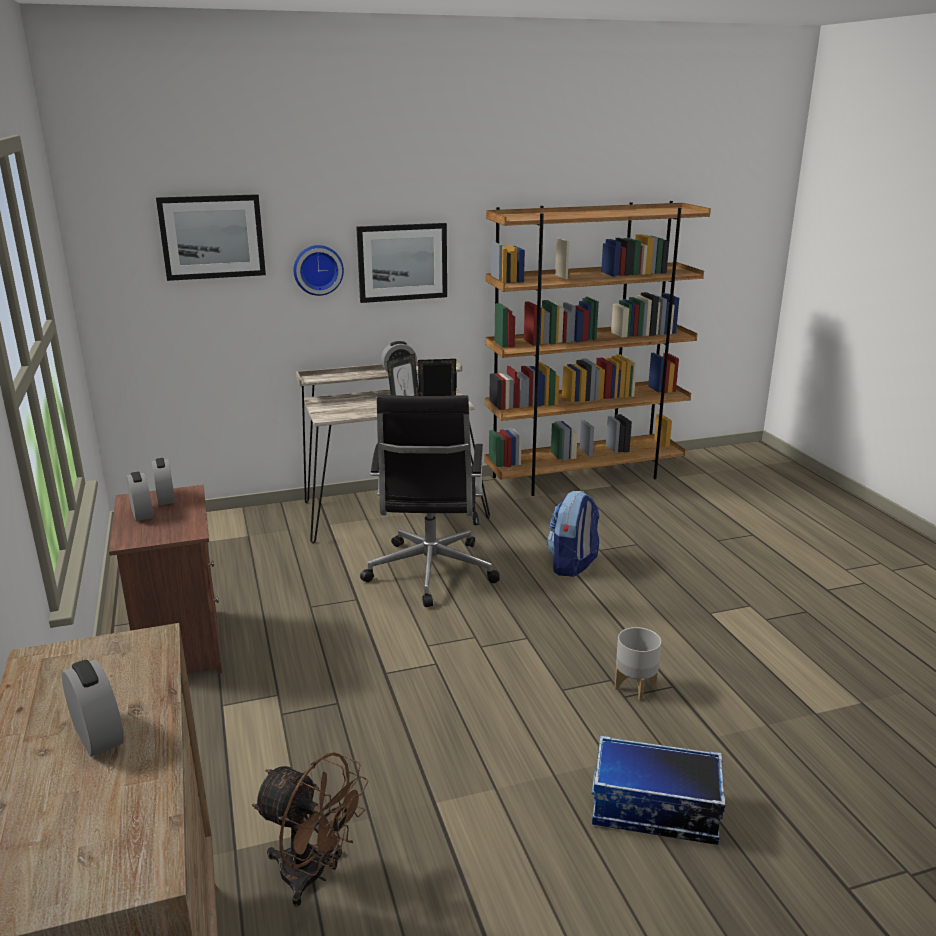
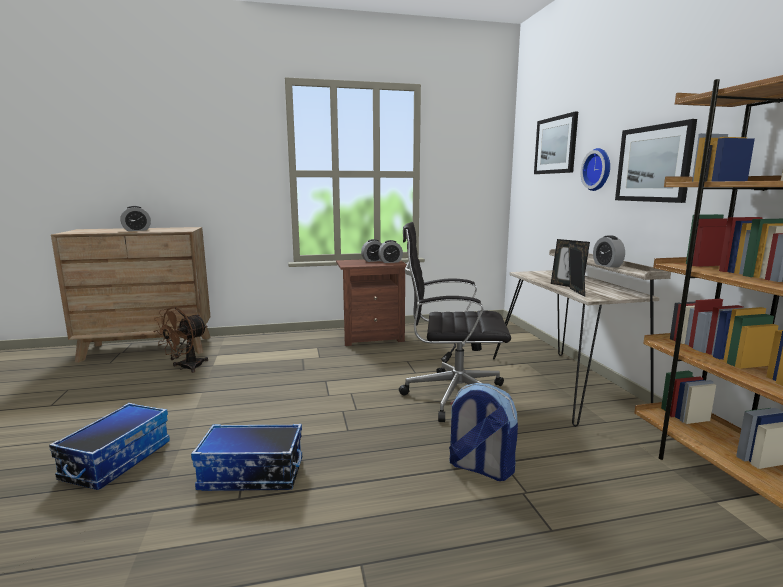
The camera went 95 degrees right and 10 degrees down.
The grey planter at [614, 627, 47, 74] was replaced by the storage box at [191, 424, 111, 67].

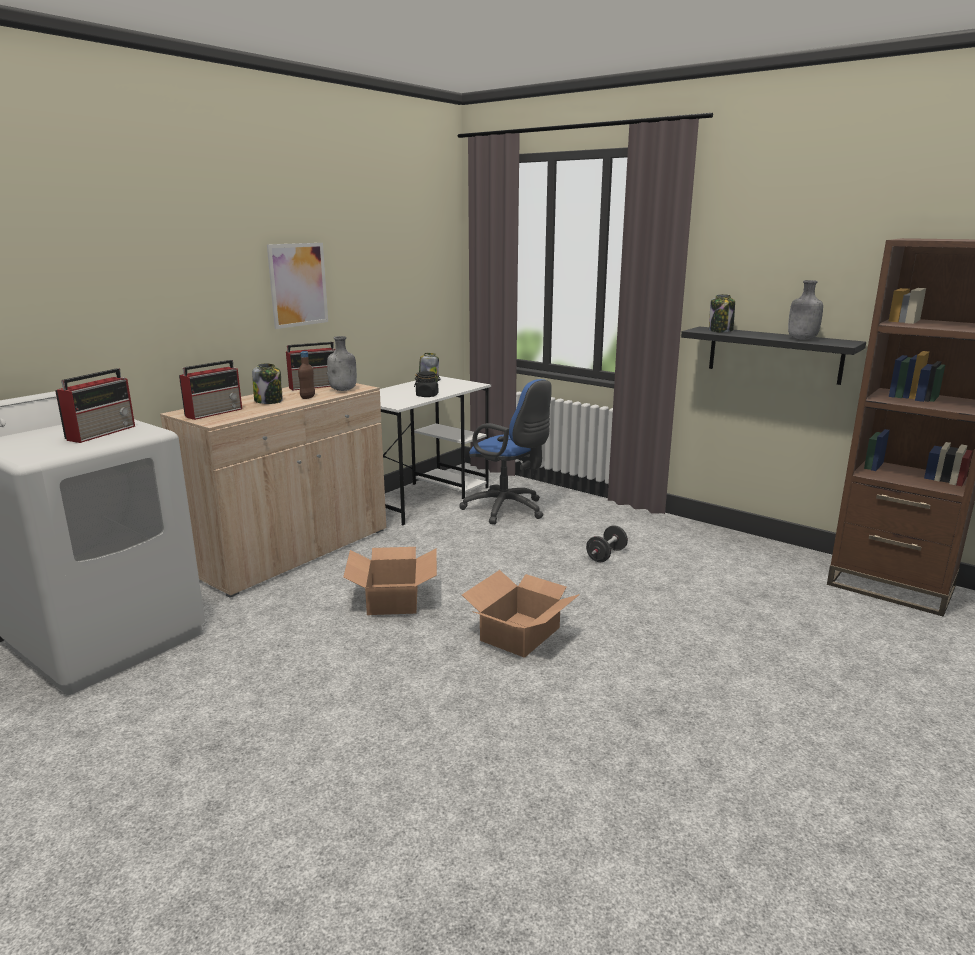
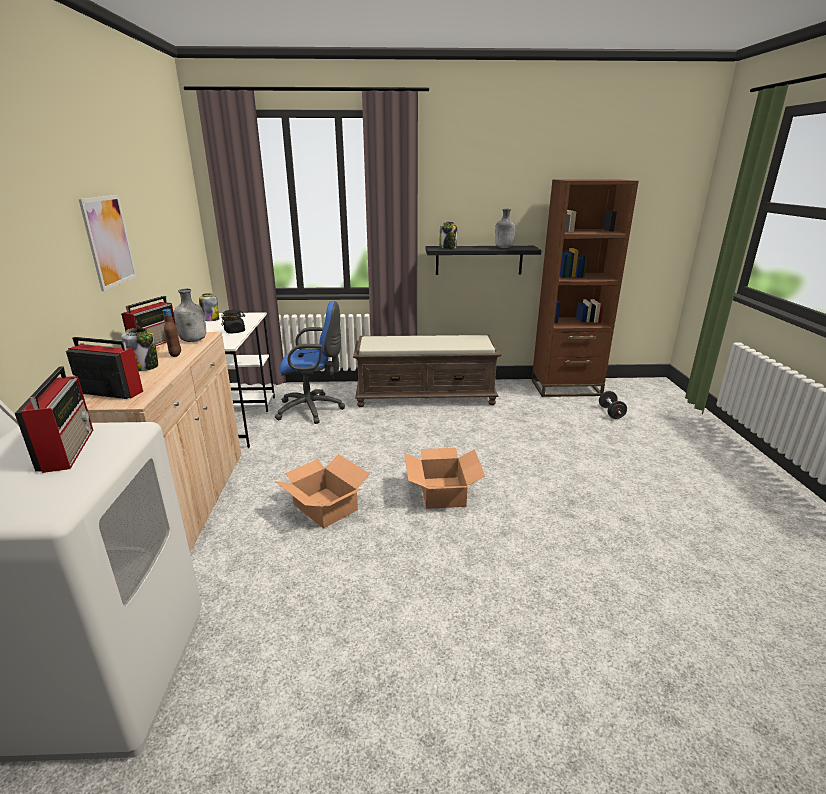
The camera went 40 degrees left and 5 degrees up.
The brown bench at [353, 335, 148, 72] appeared.
The black dumbbell moved from [586, 525, 42, 37] to [599, 391, 28, 28].
The radio at [179, 360, 63, 60] turned 75 degrees counterclockwise.

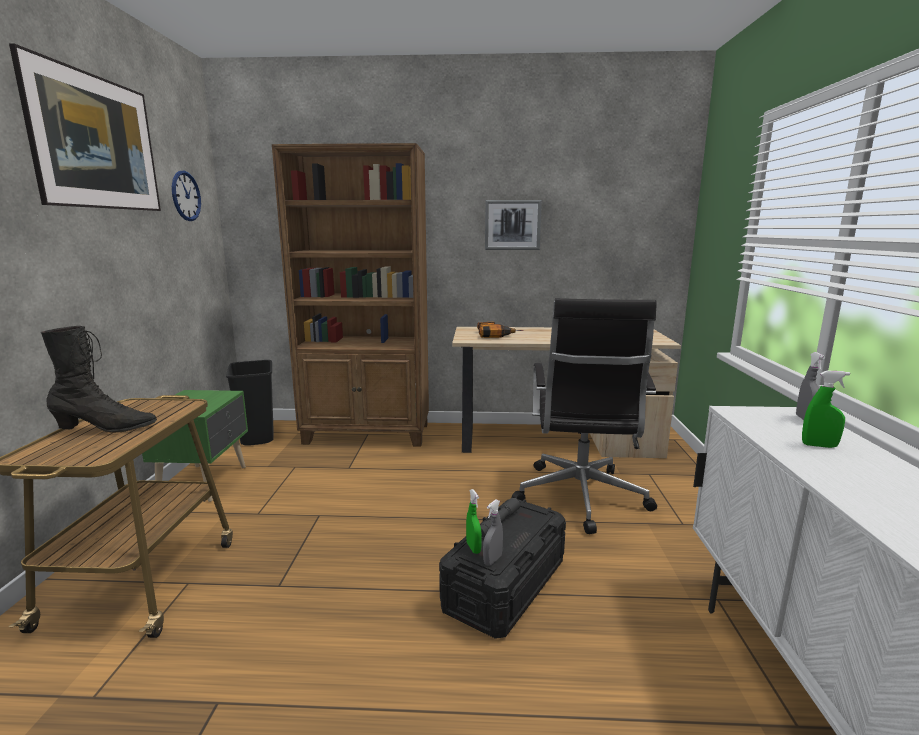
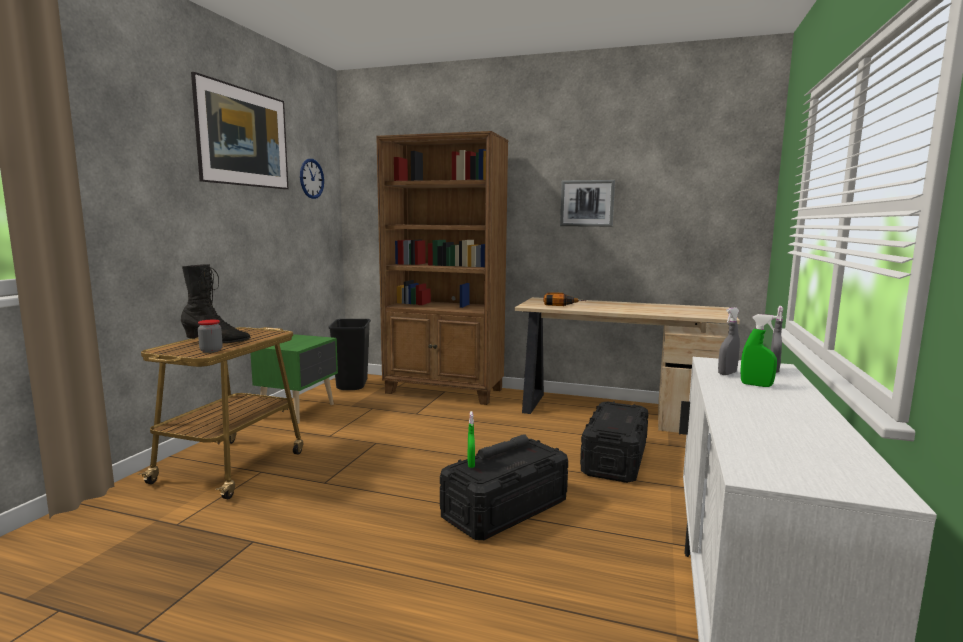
The camera went 15 degrees right and 5 degrees down.
The jar at [198, 320, 25, 33] appeared.
The grey spray bottle moved from [483, 499, 20, 67] to [718, 307, 22, 68].
The black office chair at [512, 298, 145, 236] was replaced by the black storage box at [580, 402, 69, 81].

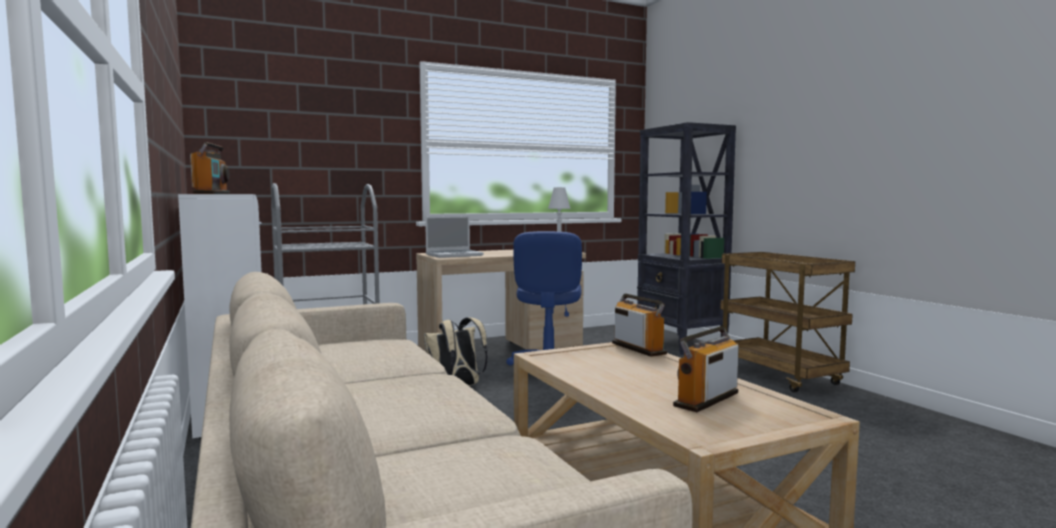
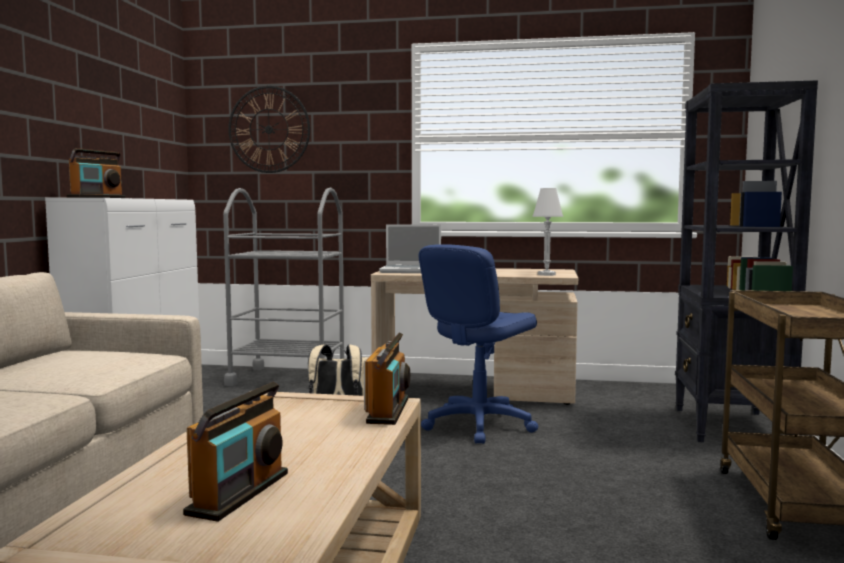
The camera went 35 degrees right and 0 degrees up.
The wall clock at [228, 86, 82, 87] appeared.
The radio at [673, 326, 66, 86] turned 120 degrees clockwise.

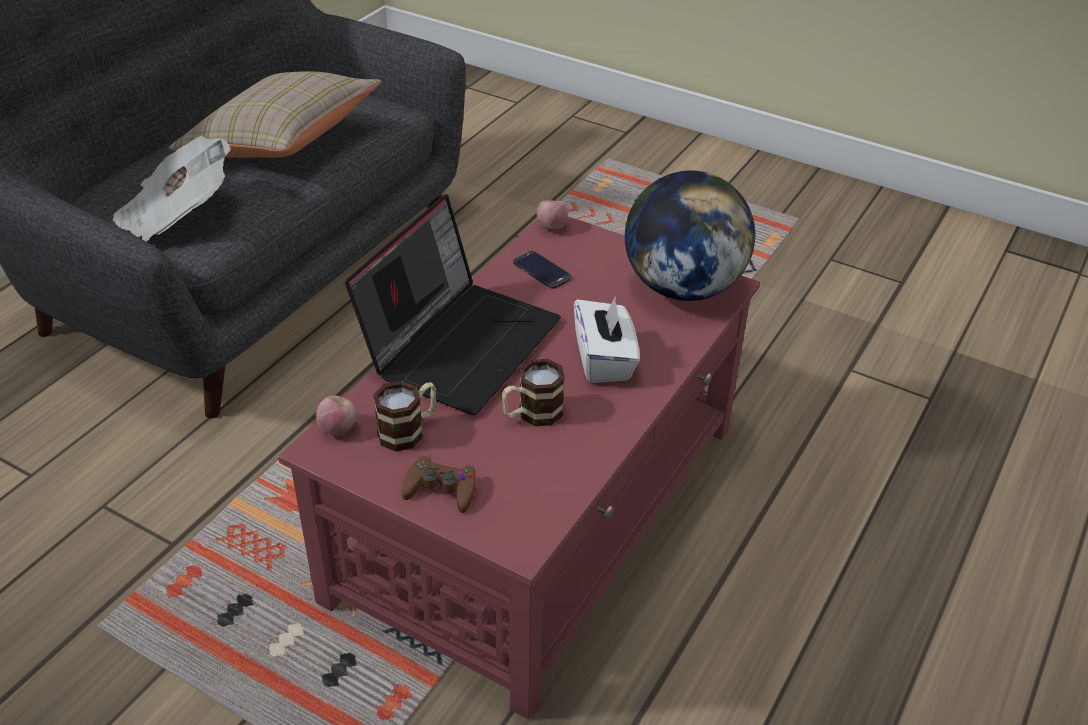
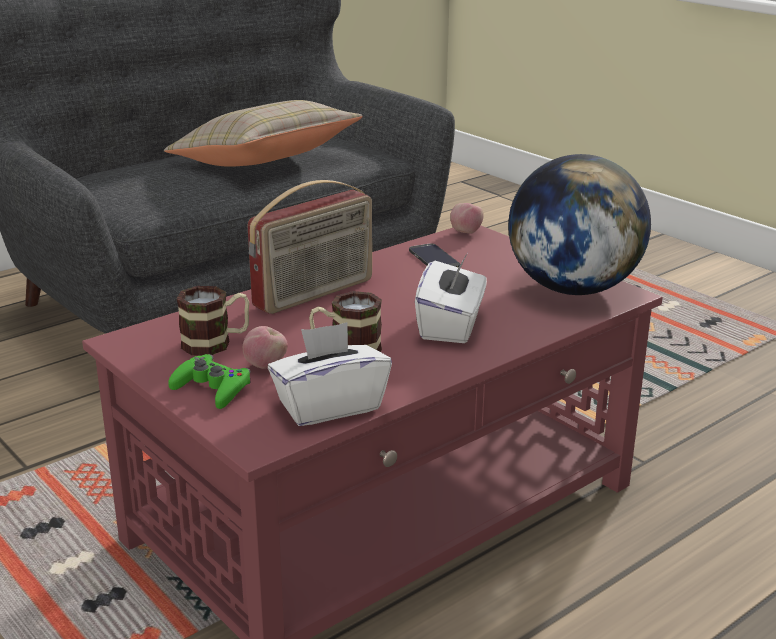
The camera went 20 degrees right and 15 degrees down.
The newspaper at [113, 136, 118, 106] disappeared.
The white tissue box at [268, 322, 124, 104] appeared.
The apple moved from [316, 395, 41, 41] to [243, 326, 45, 43].
The laptop at [345, 194, 216, 221] was replaced by the radio at [247, 180, 125, 134].
The brown game controller at [402, 455, 74, 58] became the green game controller at [168, 354, 83, 55].

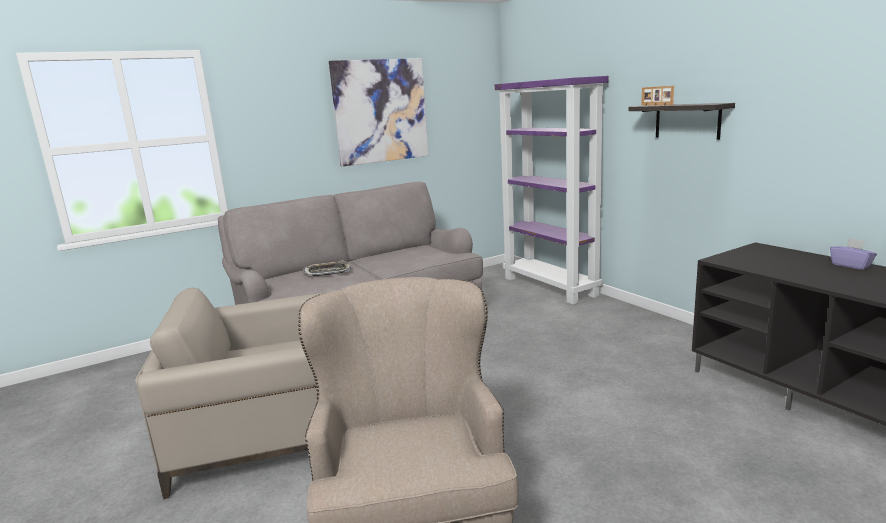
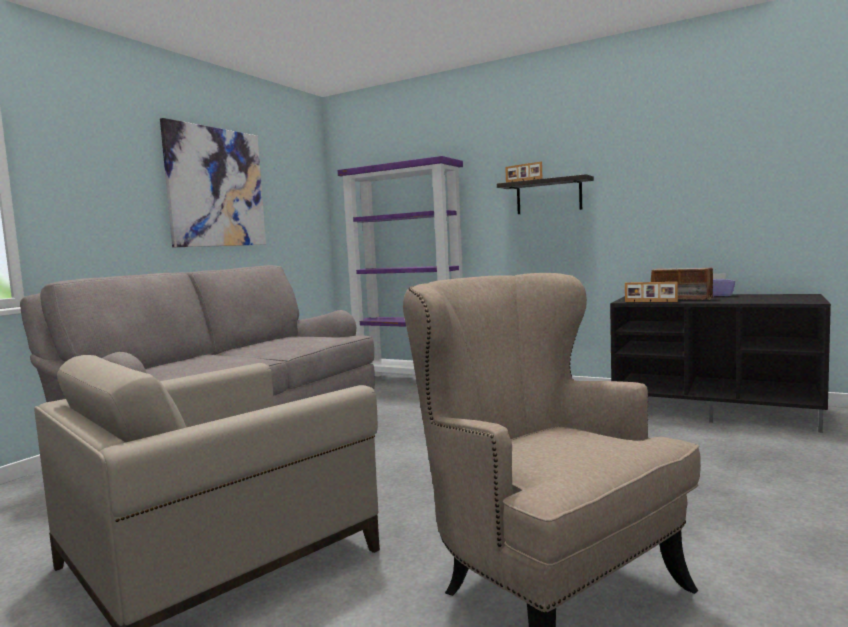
The camera went 30 degrees left and 10 degrees down.
The tray at [303, 260, 48, 16] disappeared.
The picture frame at [625, 282, 53, 20] appeared.
The radio at [651, 267, 65, 33] appeared.

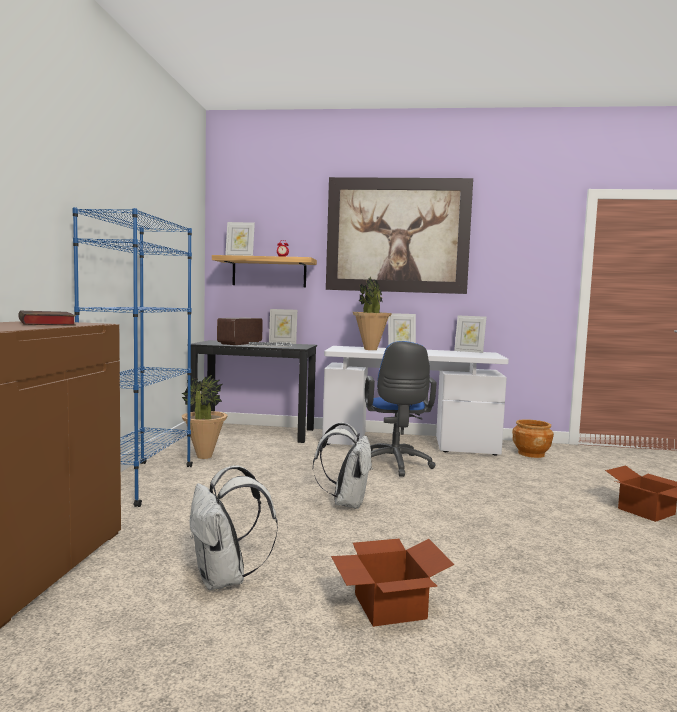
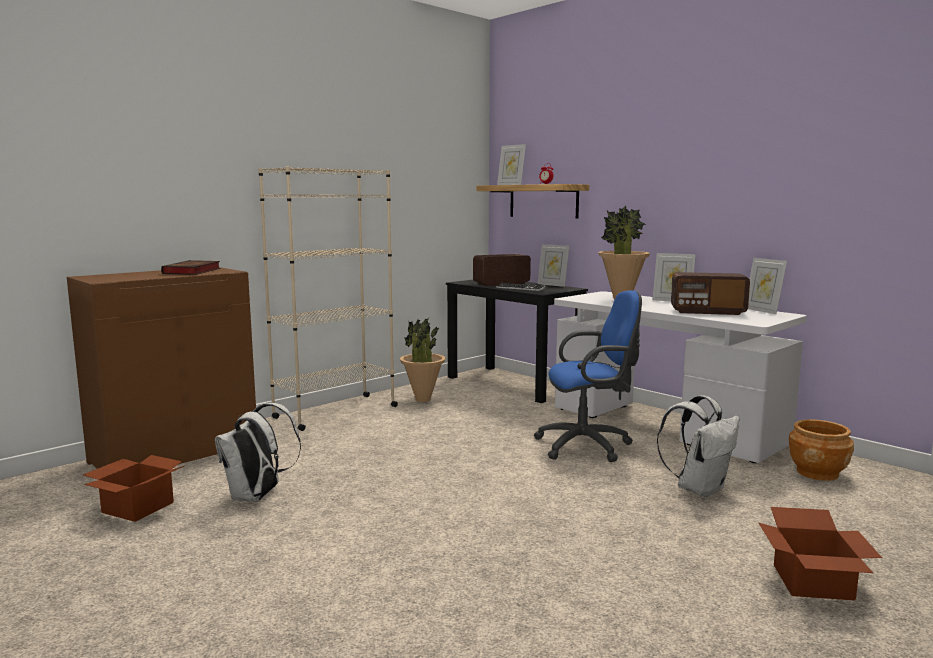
The camera went 40 degrees right and 5 degrees up.
The picture at [326, 177, 147, 117] disappeared.
The radio at [671, 272, 79, 43] appeared.
The white backpack moved from [313, 422, 60, 87] to [657, 395, 82, 103].
The cardboard box moved from [331, 539, 123, 88] to [83, 455, 103, 67].
The blue bookcase at [72, 207, 121, 300] became the beige bookcase at [258, 166, 140, 265].
The blue office chair at [365, 341, 72, 136] turned 135 degrees counterclockwise.

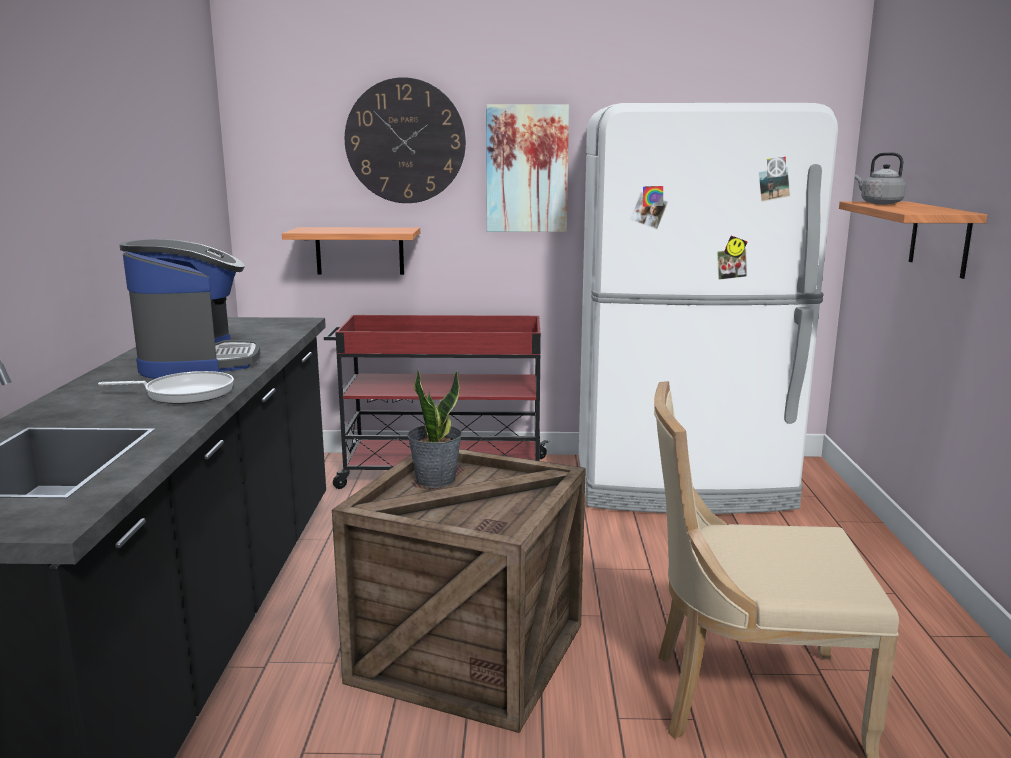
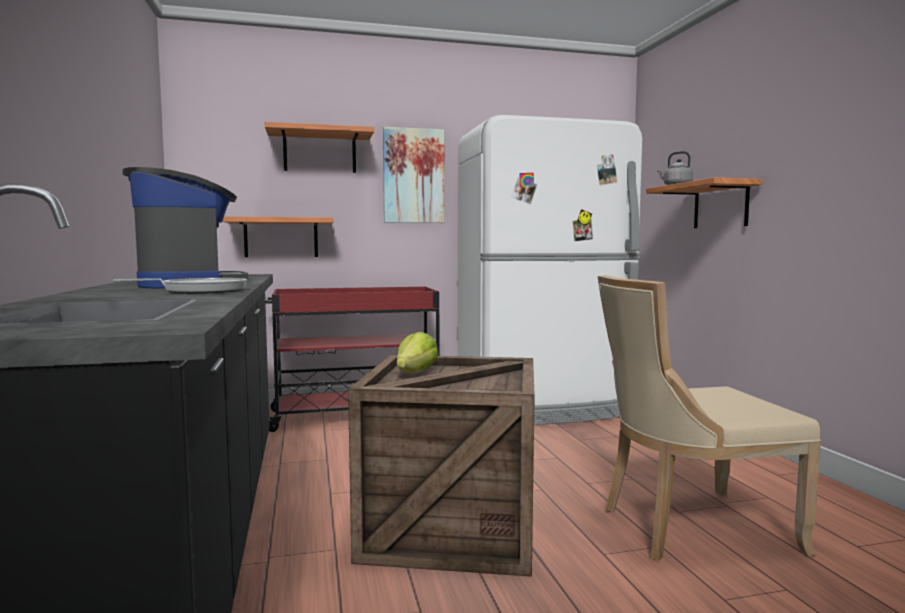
The camera went 15 degrees left and 10 degrees down.
The wall clock at [345, 77, 121, 126] was replaced by the shelf at [265, 122, 109, 51].
The potted plant at [407, 369, 55, 119] was replaced by the lettuce at [397, 332, 41, 41].

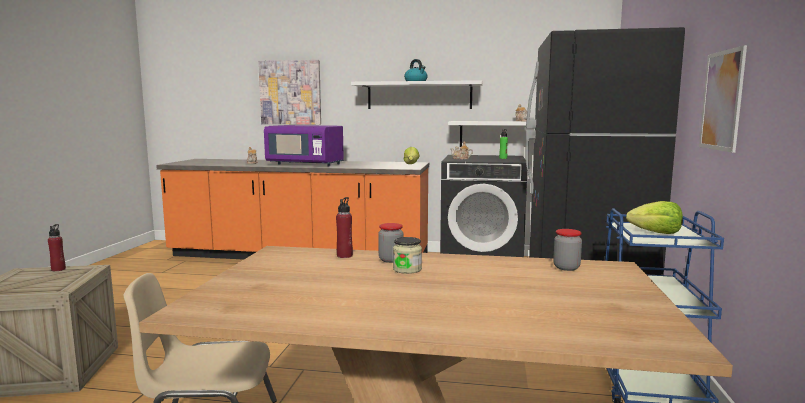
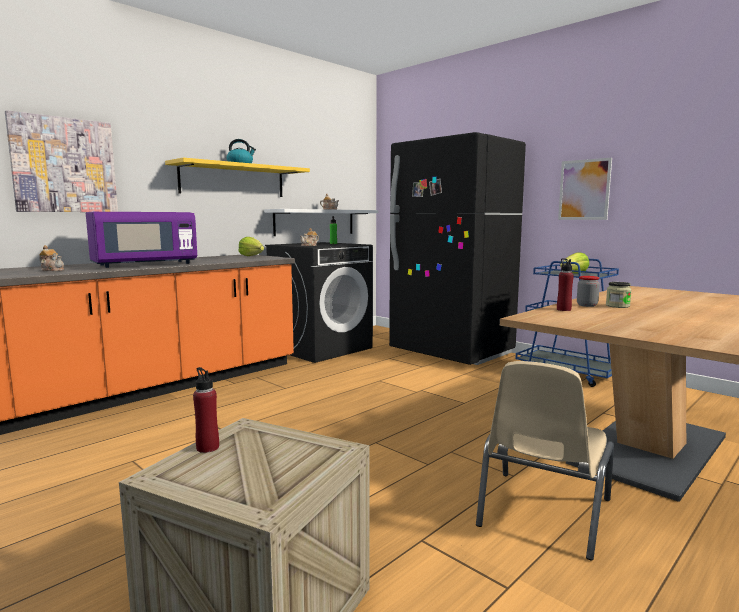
The camera went 55 degrees left and 0 degrees up.
The jar at [553, 229, 29, 42] disappeared.
The white shelf at [351, 80, 131, 29] became the yellow shelf at [165, 158, 145, 39].

